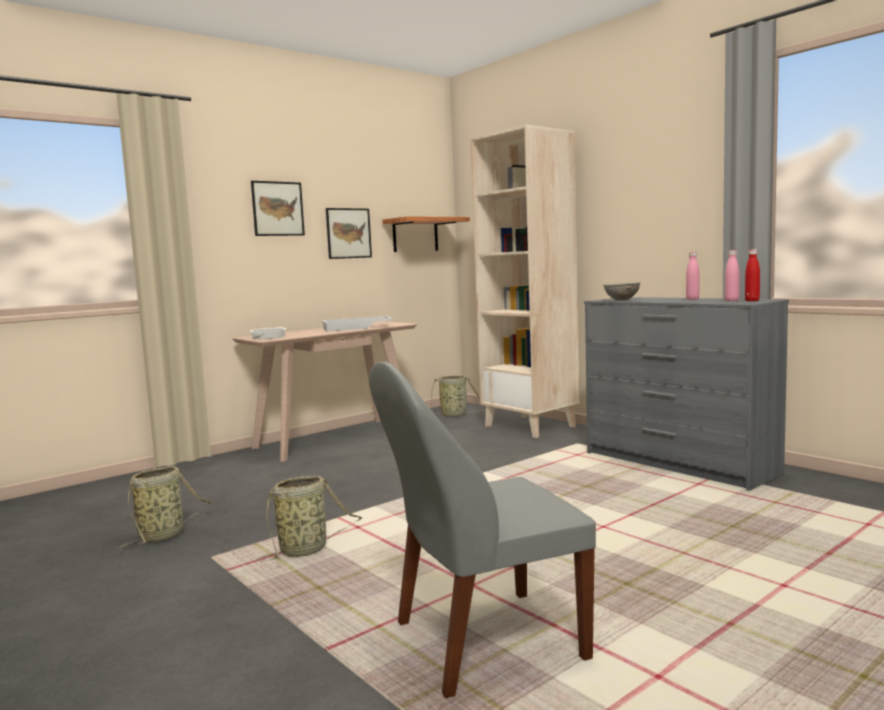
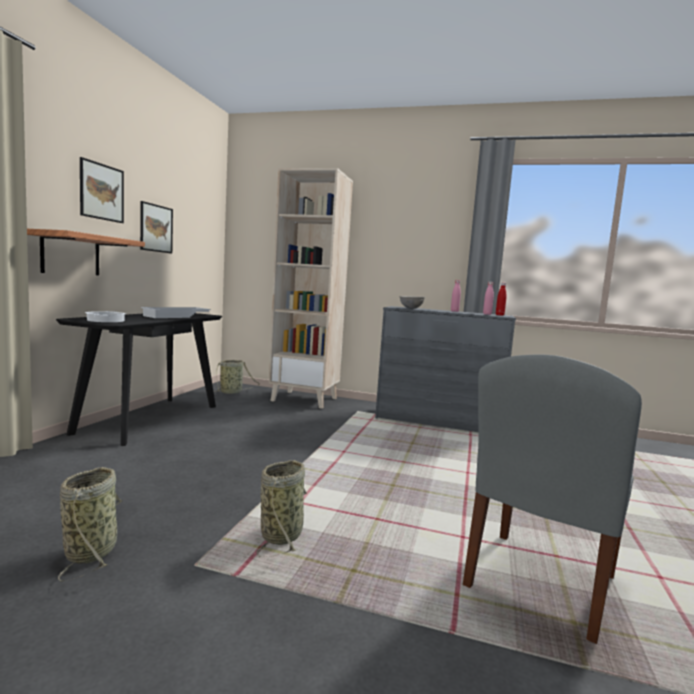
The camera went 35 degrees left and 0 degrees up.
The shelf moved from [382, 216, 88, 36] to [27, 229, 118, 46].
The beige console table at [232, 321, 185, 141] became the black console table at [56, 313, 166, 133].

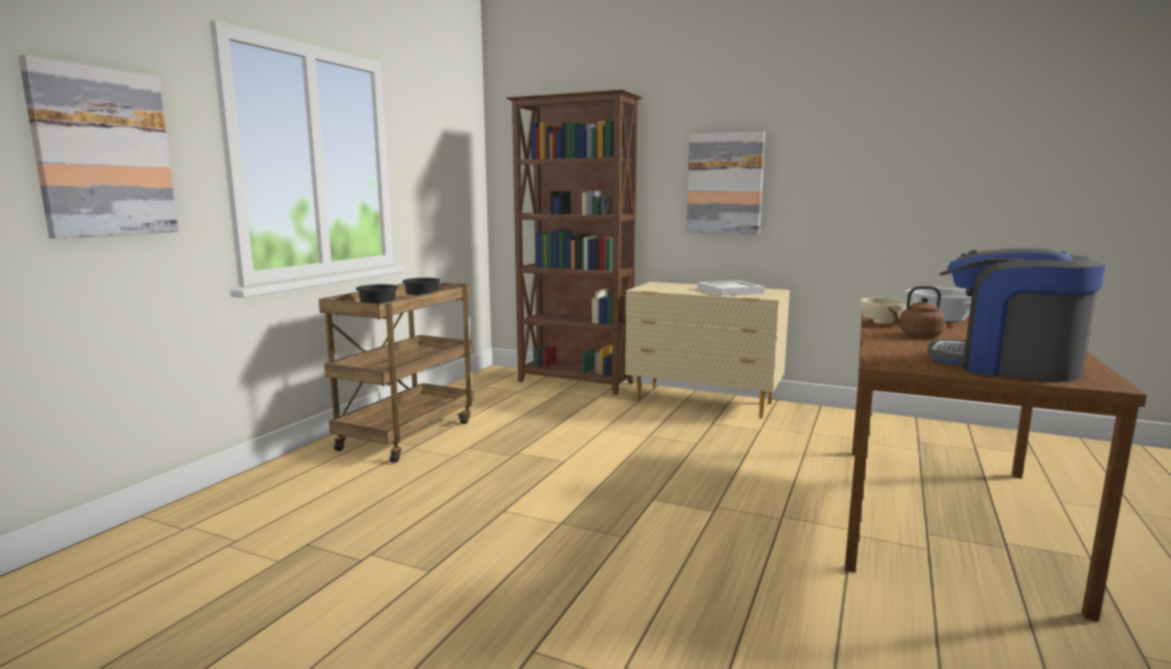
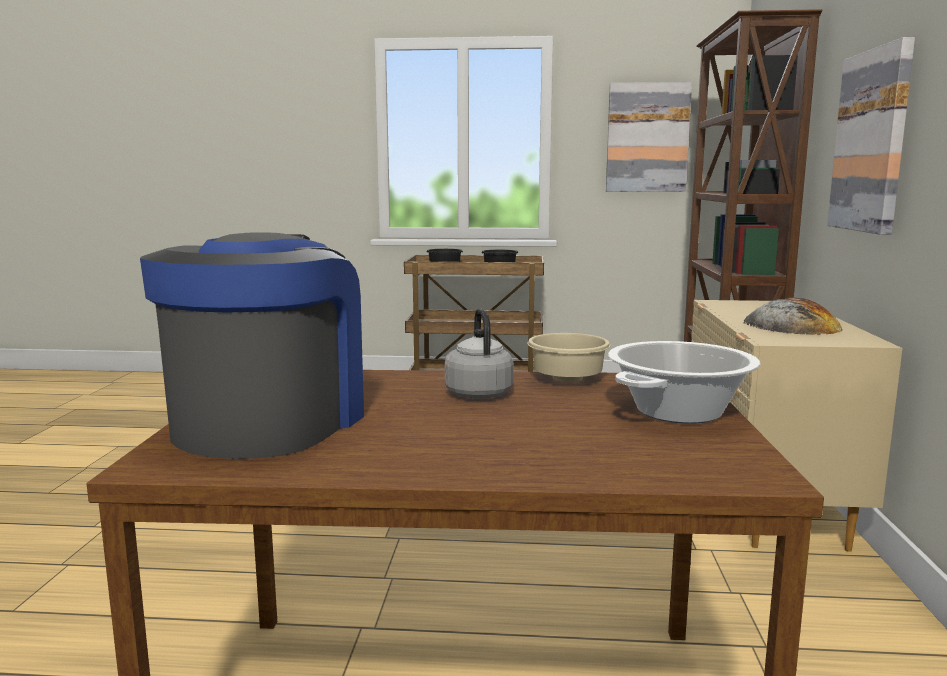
The camera went 70 degrees right and 0 degrees up.
The picture moved from [19, 55, 160, 184] to [606, 82, 86, 110].
The white tray at [697, 280, 68, 16] was replaced by the bread at [744, 297, 99, 38].
The brown kettle at [889, 286, 56, 51] became the grey kettle at [445, 308, 69, 91].

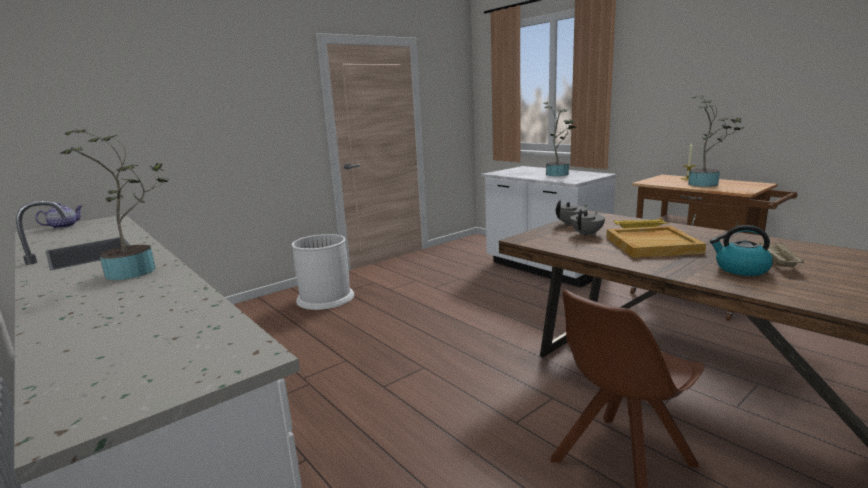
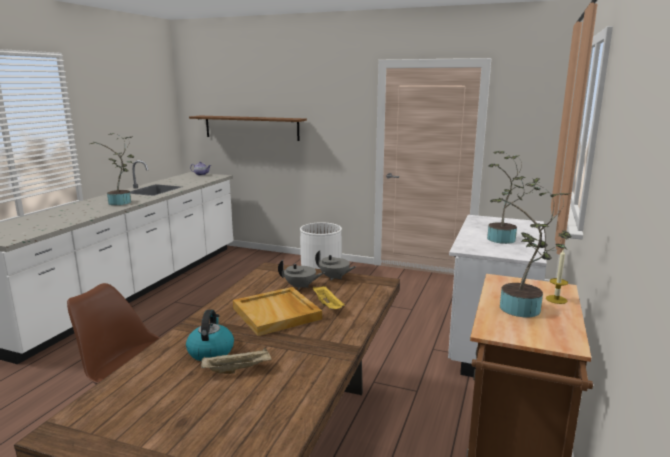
The camera went 60 degrees right and 0 degrees up.
The brown shelf at [189, 115, 118, 26] appeared.

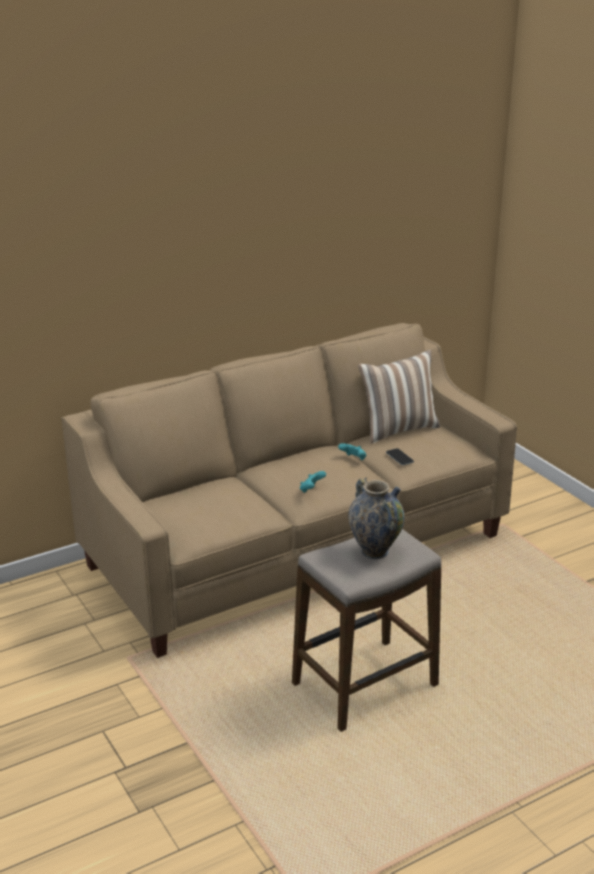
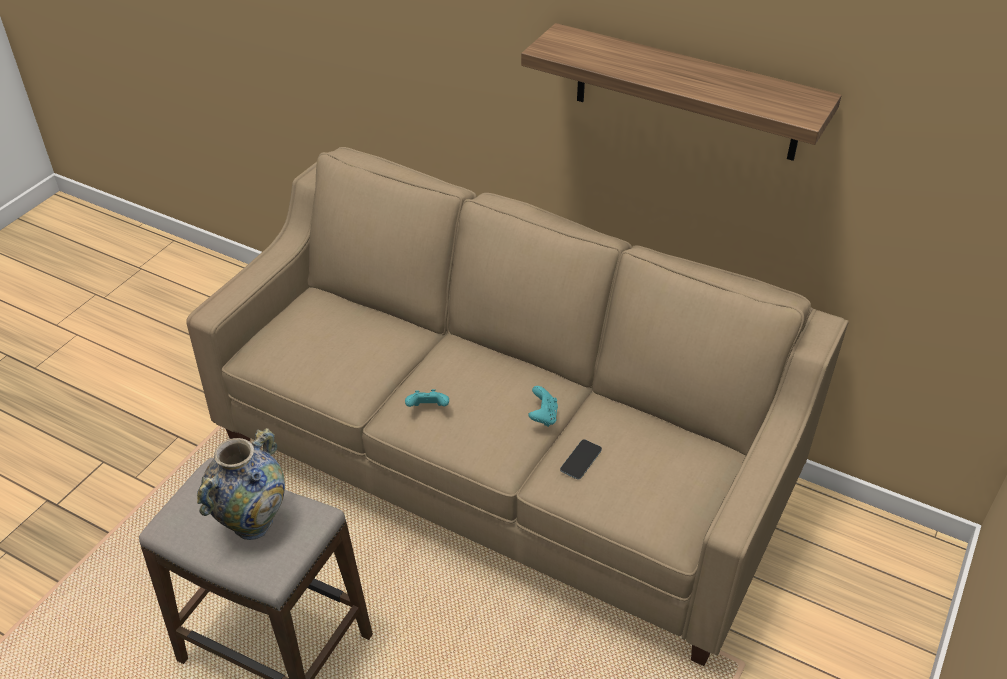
The camera went 60 degrees right and 15 degrees up.
The pillow at [358, 350, 82, 94] disappeared.
The shelf at [521, 23, 321, 138] appeared.

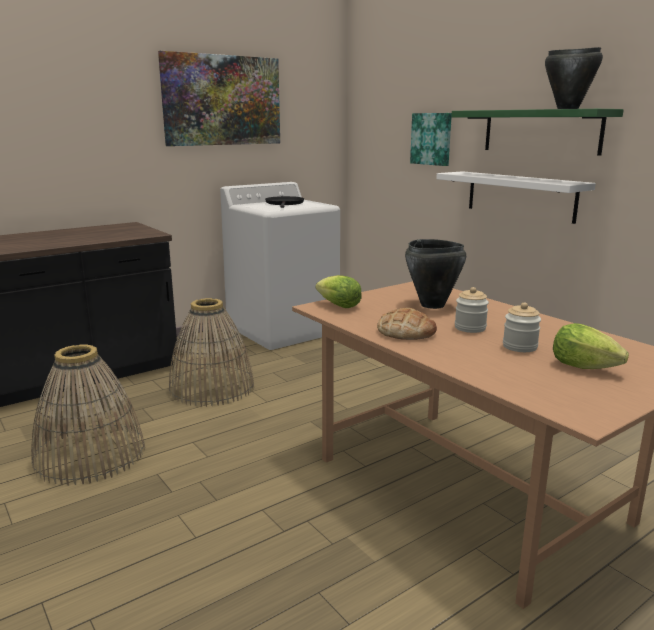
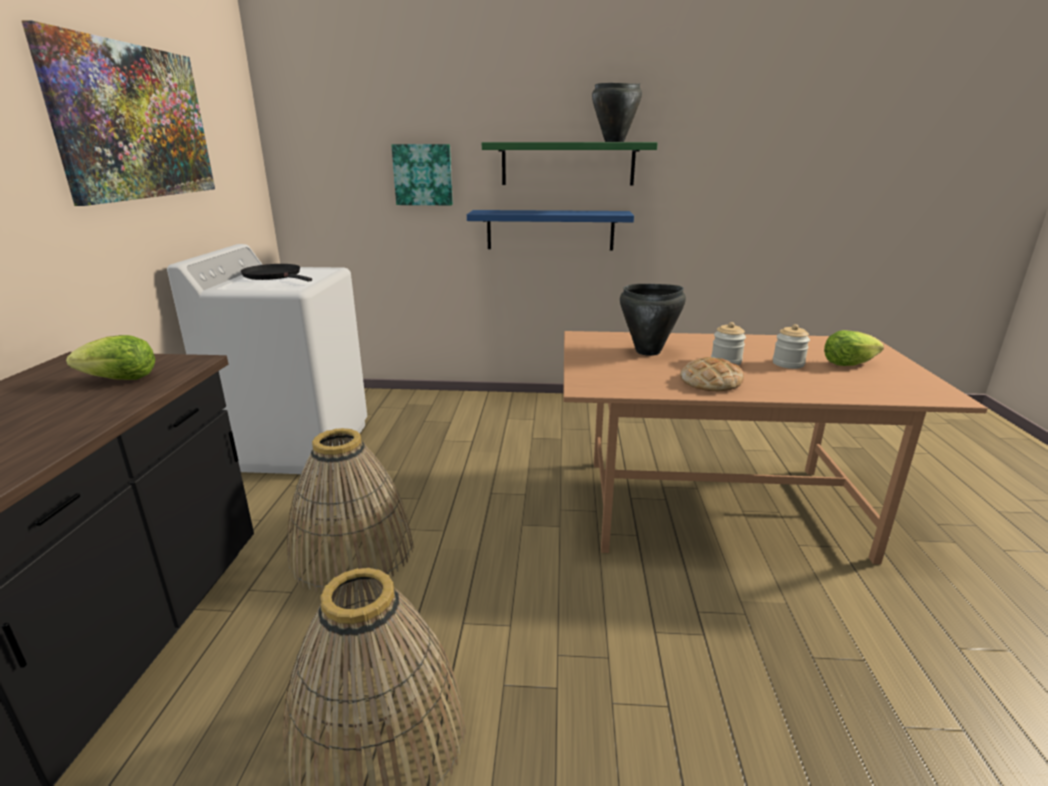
The camera went 50 degrees left and 5 degrees up.
The lettuce moved from [316, 275, 46, 33] to [66, 335, 89, 45].
The white shelf at [436, 171, 160, 53] became the blue shelf at [467, 210, 167, 41].

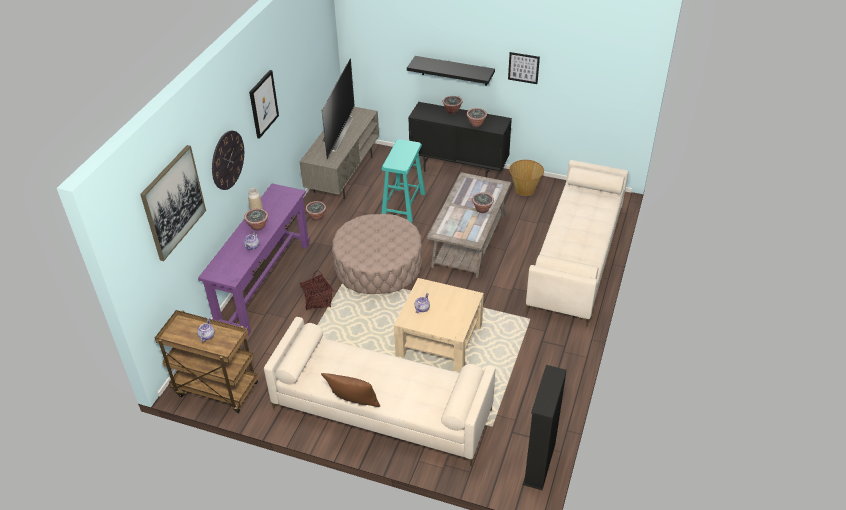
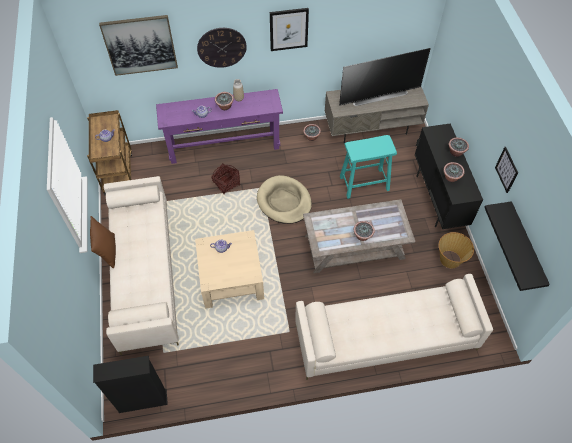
The camera went 60 degrees right and 15 degrees up.
The black shelf moved from [407, 56, 88, 30] to [484, 201, 66, 90].
The beige ottoman at [332, 214, 91, 80] was replaced by the beige dog bed at [257, 175, 55, 49].

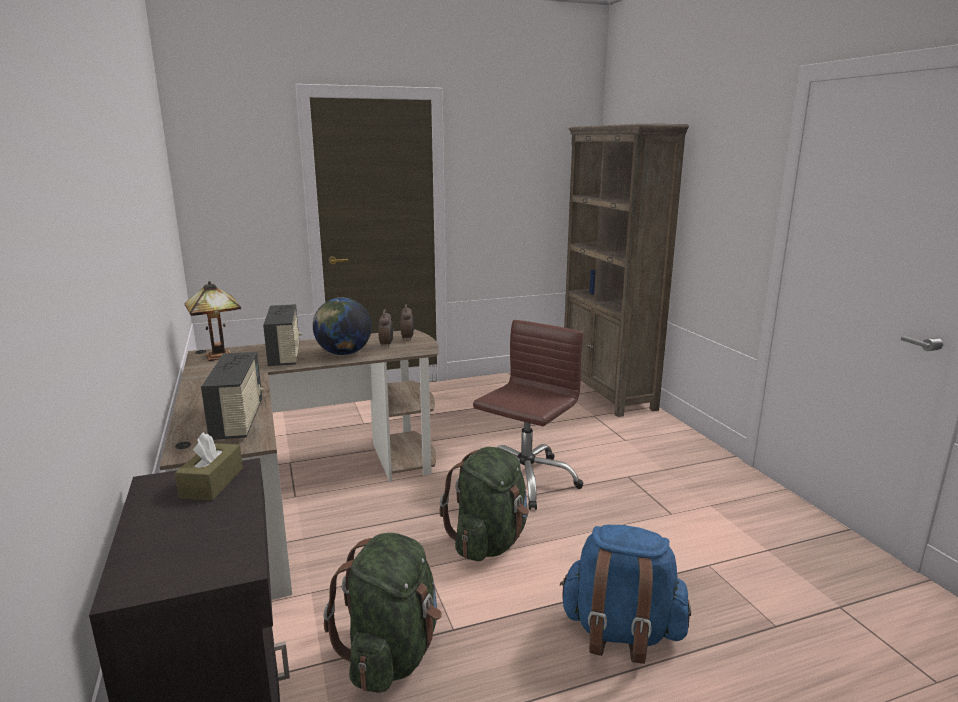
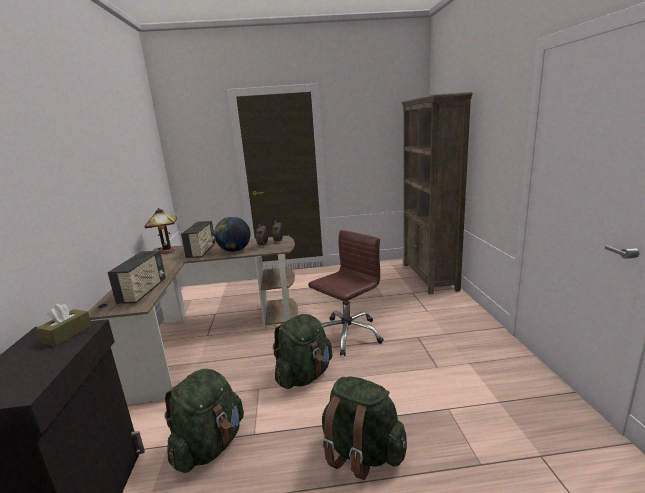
The camera went 15 degrees right and 0 degrees up.
The blue backpack at [560, 525, 131, 139] became the green backpack at [322, 377, 85, 103].

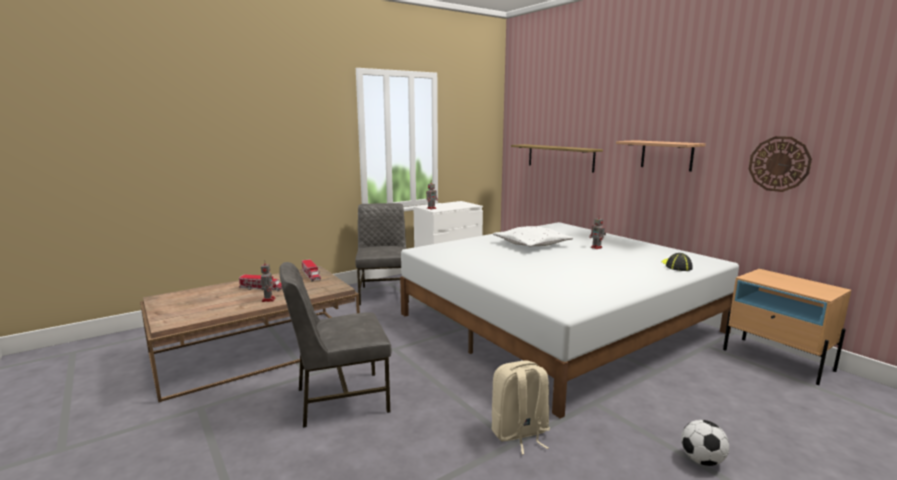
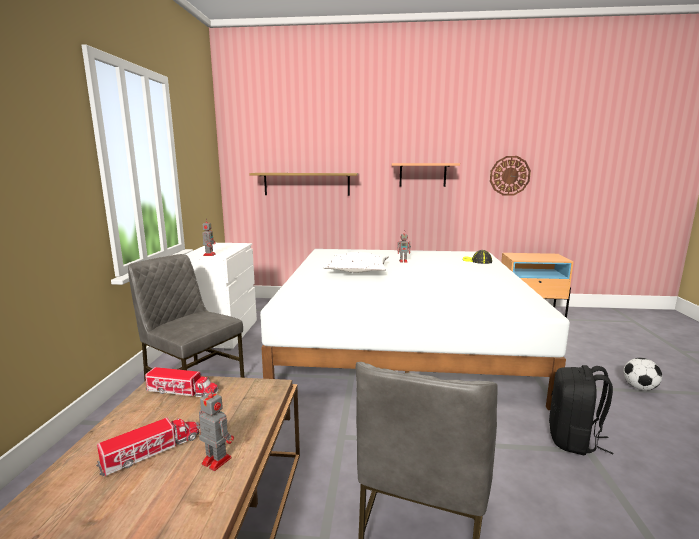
The camera went 50 degrees left and 0 degrees up.
The beige backpack at [492, 360, 58, 95] became the black backpack at [549, 365, 64, 90].

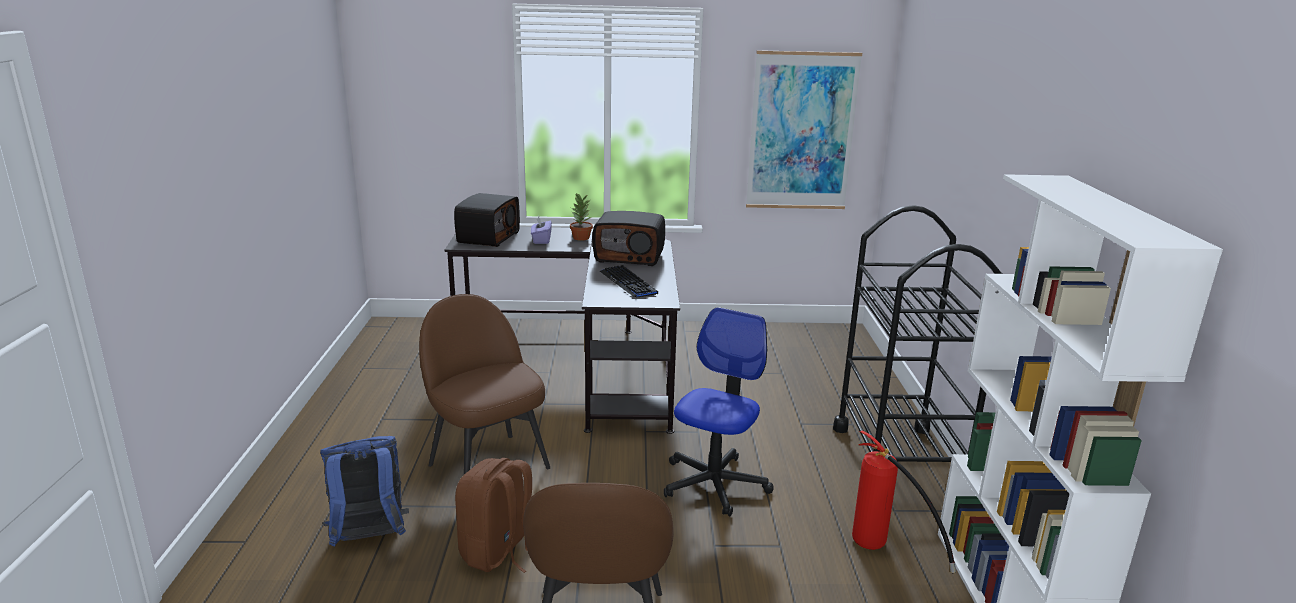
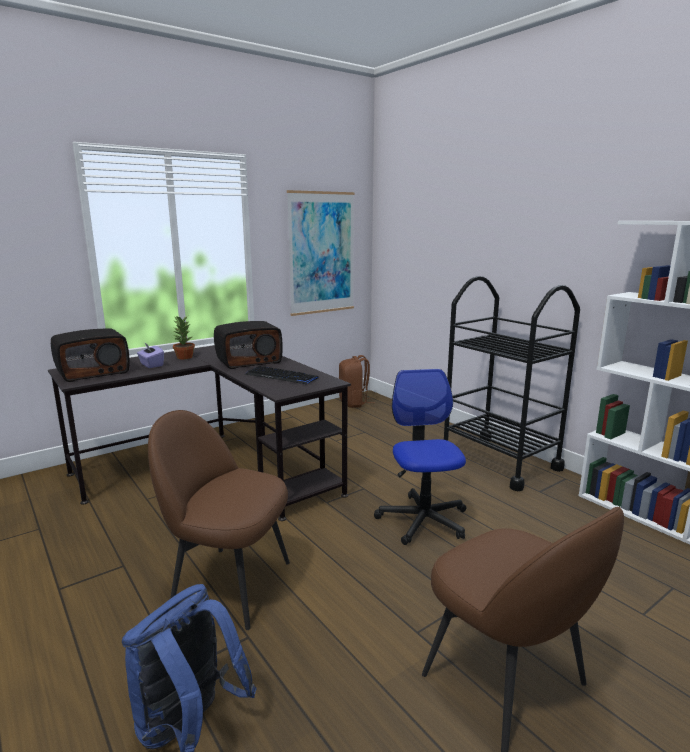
The camera went 35 degrees left and 5 degrees down.
The fire extinguisher at [852, 430, 104, 143] disappeared.
The brown backpack moved from [455, 458, 77, 115] to [339, 355, 35, 53].
The radio at [454, 193, 66, 54] turned 75 degrees clockwise.

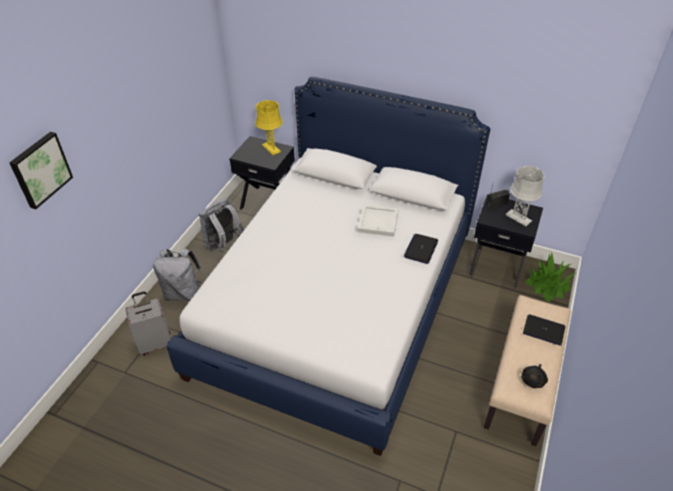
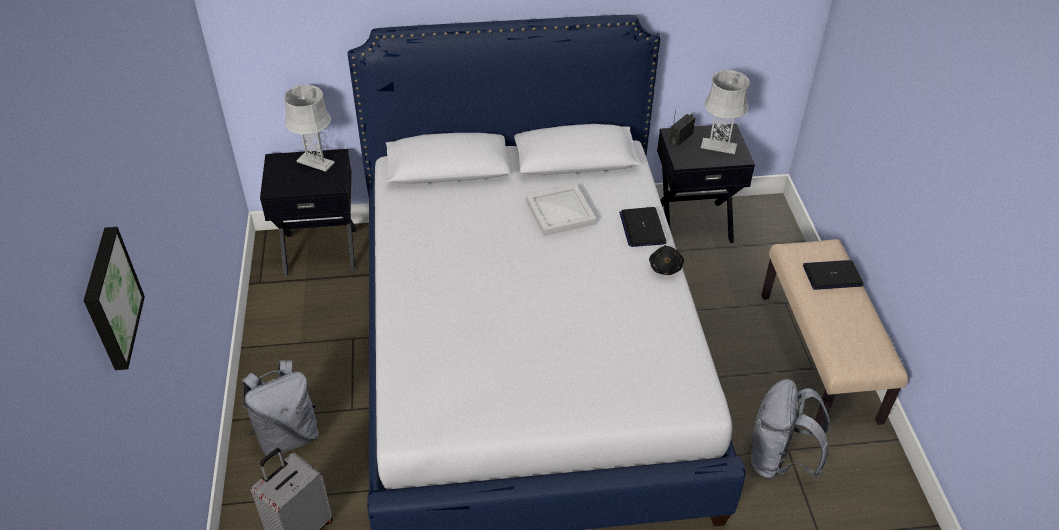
The camera went 30 degrees left and 0 degrees up.
The potted plant at [525, 251, 50, 51] disappeared.
The grey backpack moved from [199, 198, 45, 54] to [751, 379, 80, 100].
The black plush toy moved from [521, 364, 27, 24] to [649, 245, 35, 30].
The yellow table lamp at [255, 100, 27, 55] became the grey table lamp at [284, 85, 51, 87].

